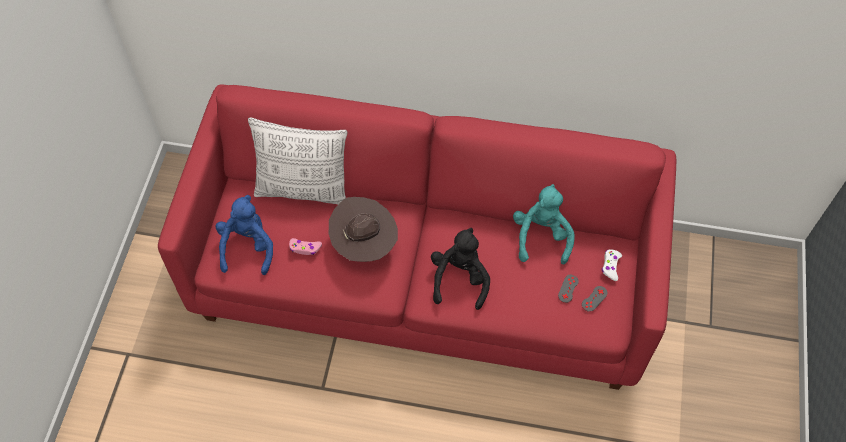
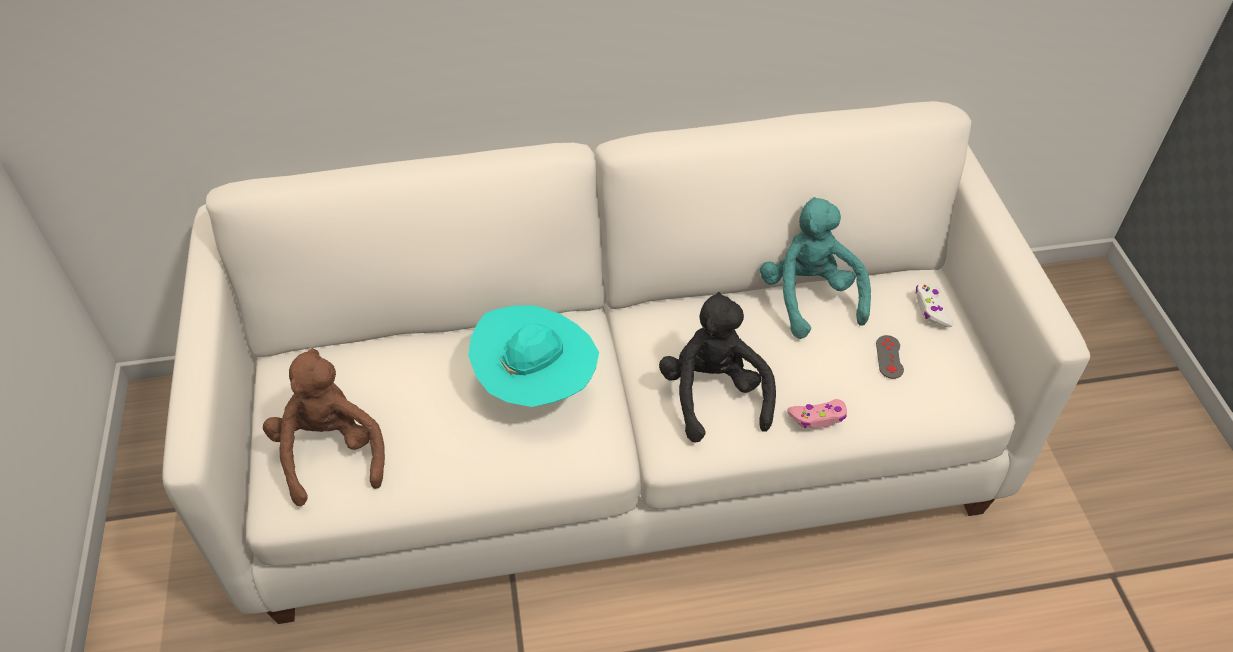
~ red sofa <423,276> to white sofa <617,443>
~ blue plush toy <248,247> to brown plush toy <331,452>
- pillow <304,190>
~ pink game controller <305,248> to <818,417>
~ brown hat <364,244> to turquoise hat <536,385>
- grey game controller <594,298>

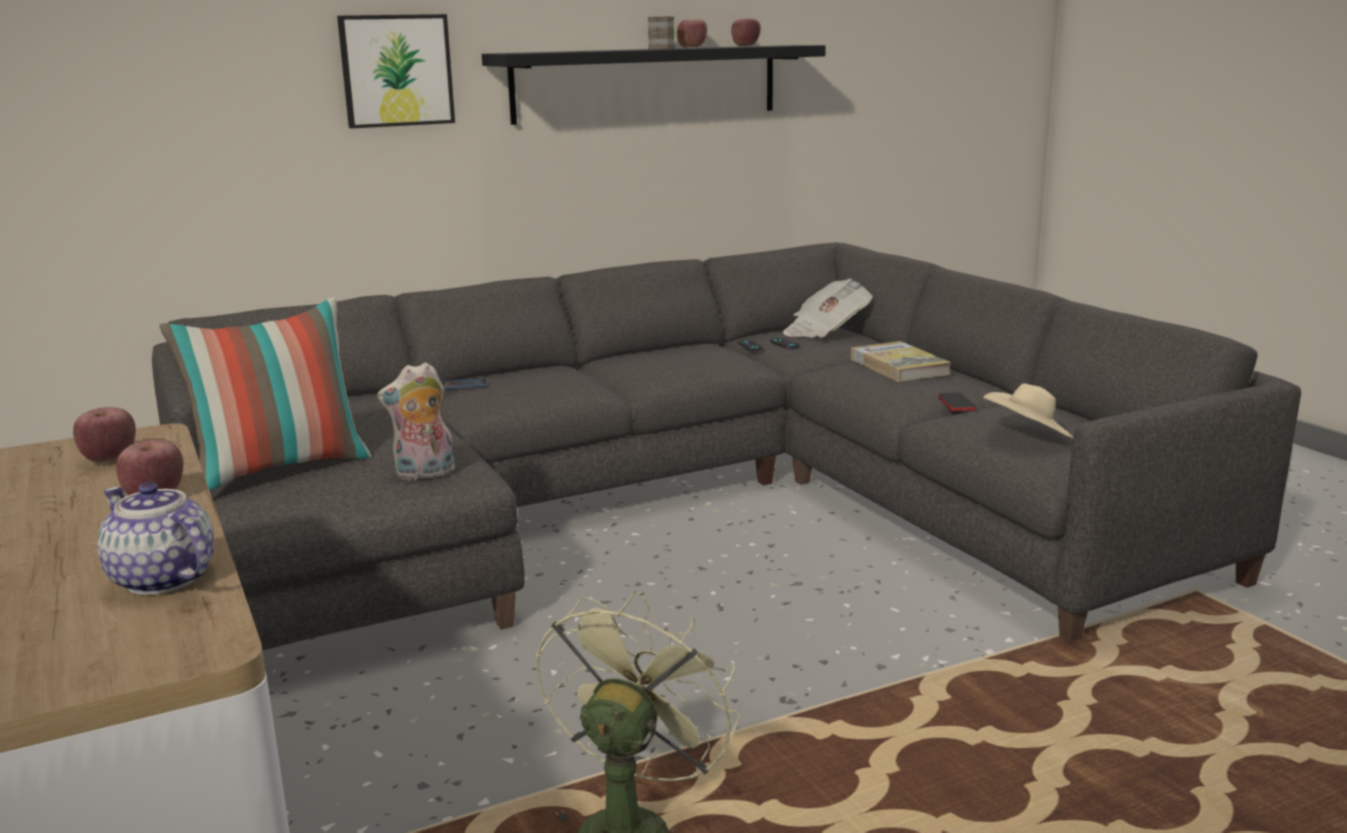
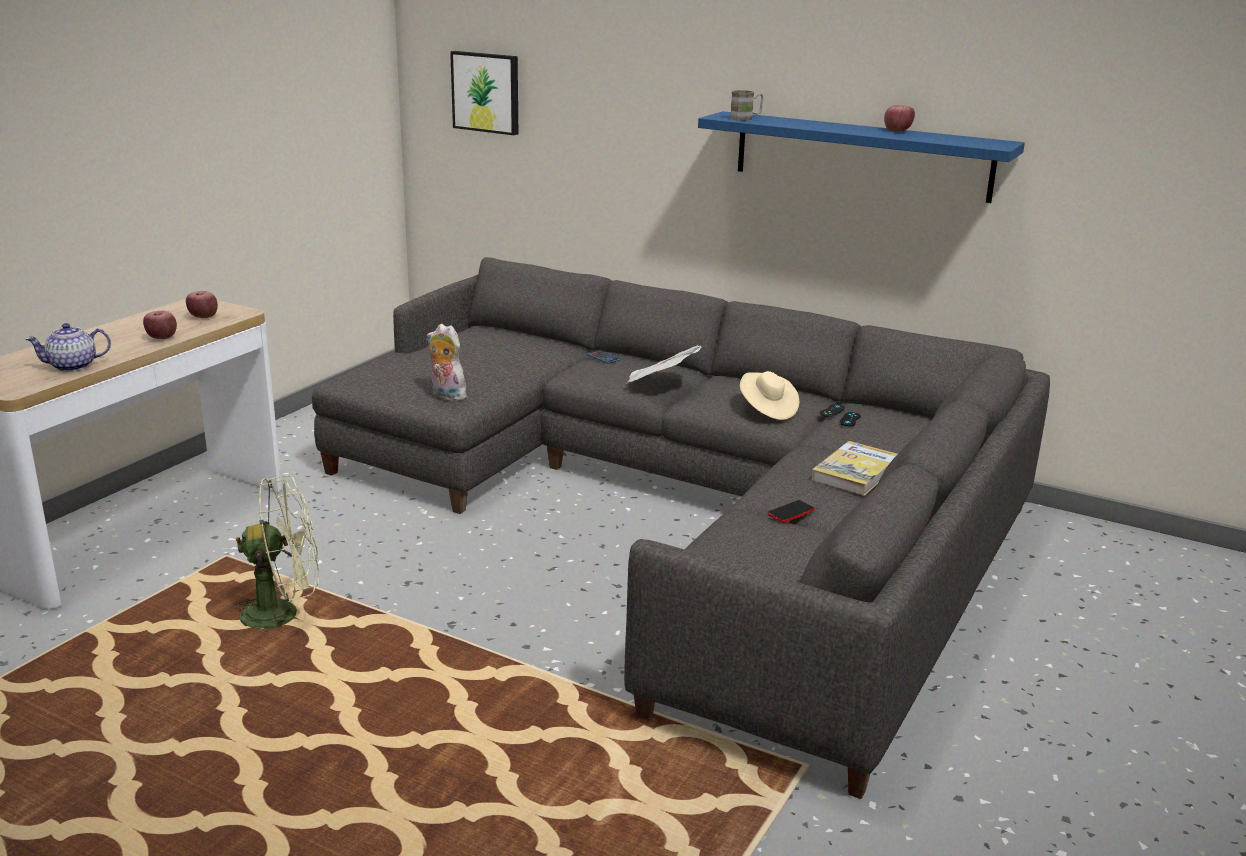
~ teapot <162,579> = <73,366> 120 degrees counterclockwise
- pillow <281,469>
~ picture <396,70> to <486,92>
~ black shelf <647,83> to blue shelf <861,156>
~ brown mug <663,48> to <746,118>
- apple <745,46>
~ newspaper <826,332> to <660,384>
~ beige hat <1029,437> to <767,409>

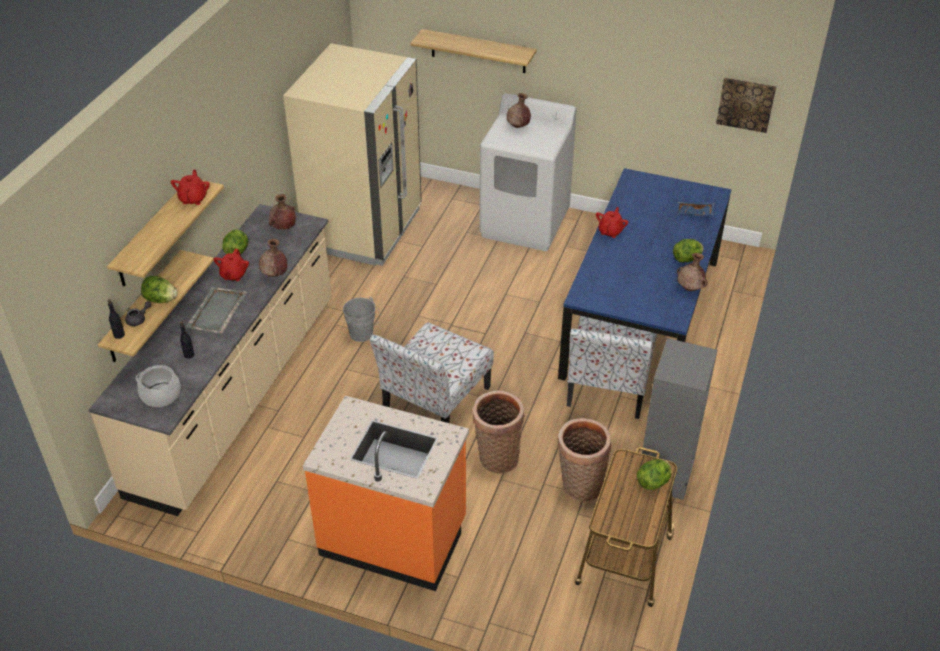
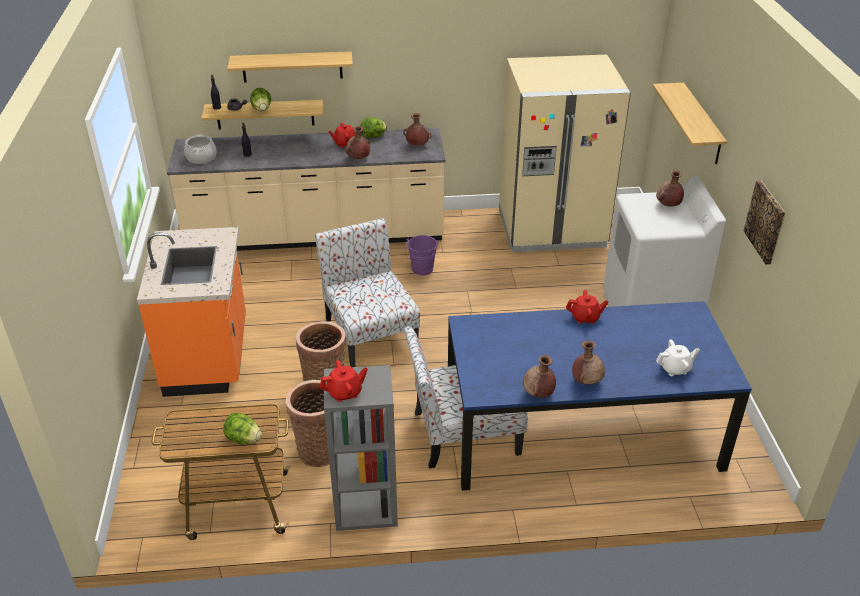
~ red teapot <193,199> to <345,392>
- grey tray <217,312>
~ grey bucket <363,335> to purple bucket <421,270>
~ chair <434,401> = <369,332> 60 degrees clockwise
~ lettuce <687,259> to brown vase <587,381>
~ blue tray <694,213> to white teapot <675,369>
~ picture <745,104> to <766,222>

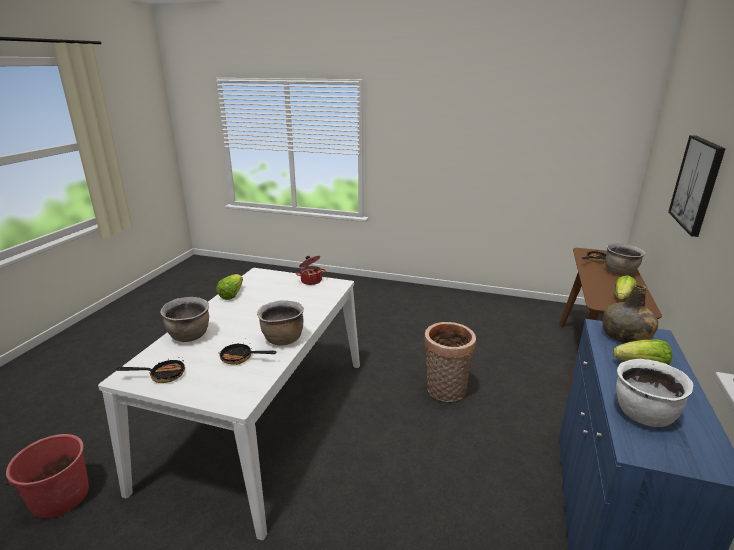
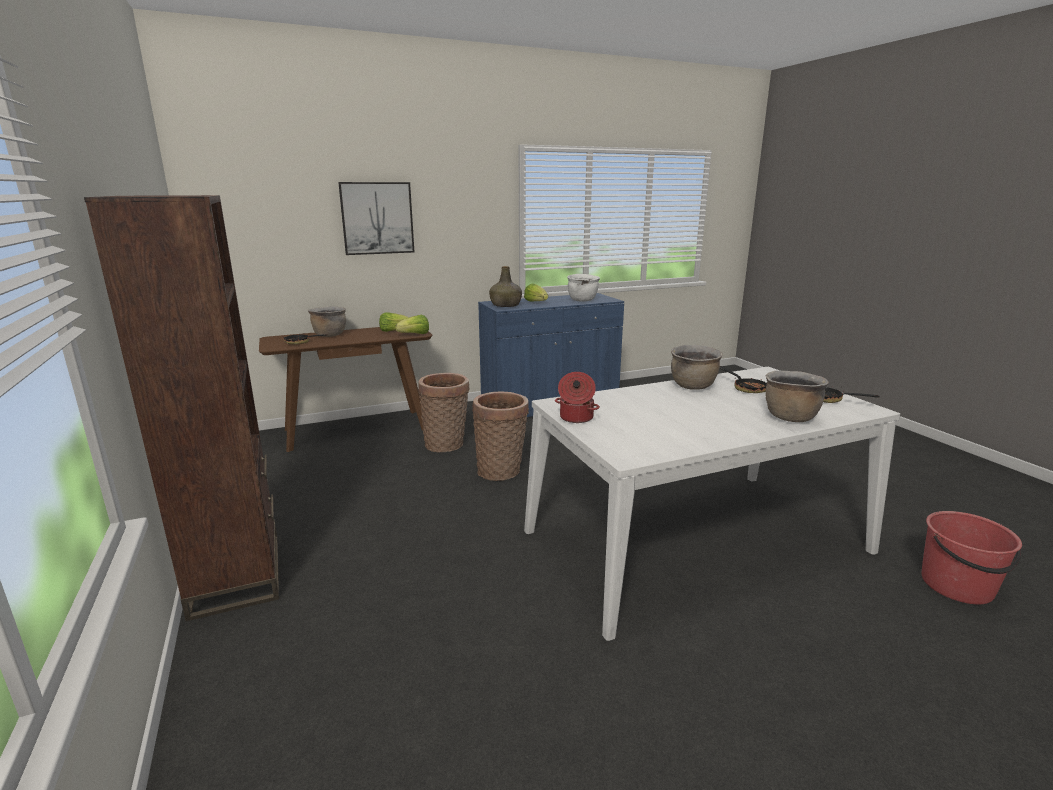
~ lettuce <231,294> to <415,334>
+ brown bookcase <237,574>
+ basket <447,444>

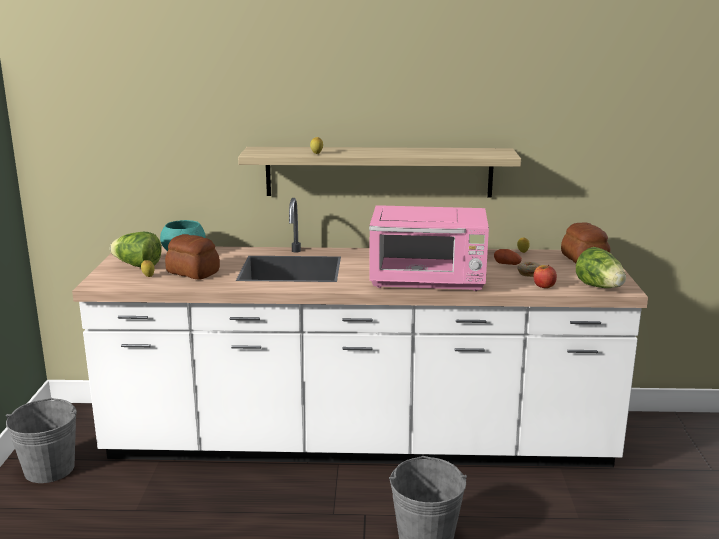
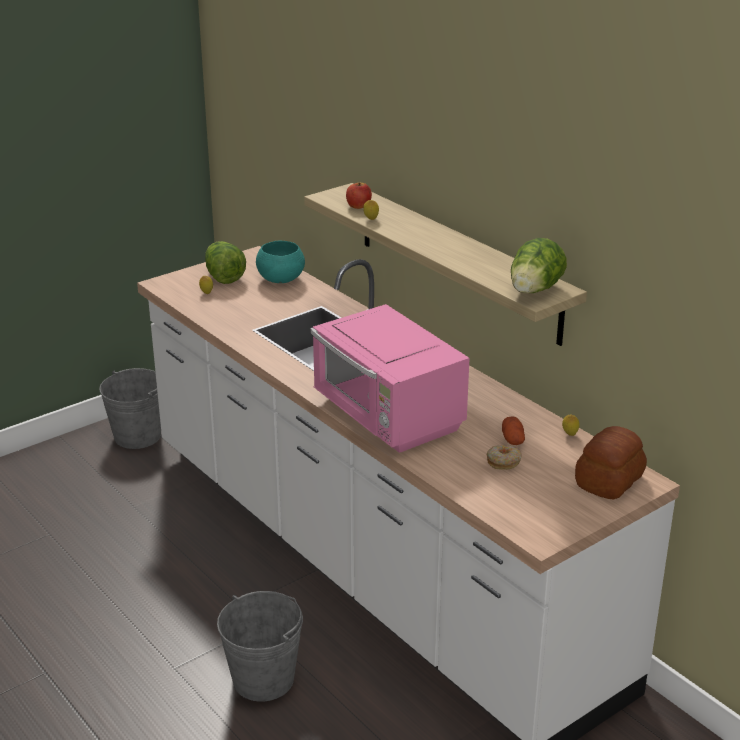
- bread <193,273>
~ apple <544,286> to <358,206>
~ lettuce <599,287> to <534,291>

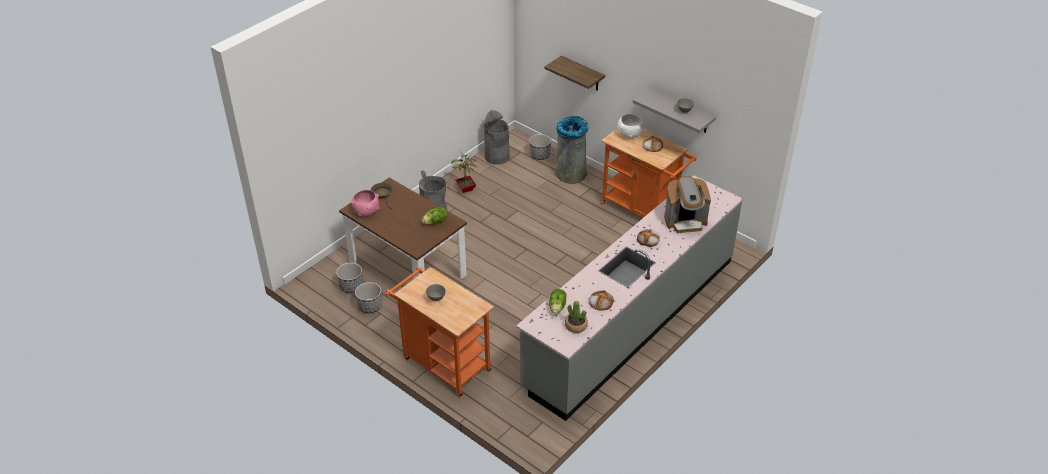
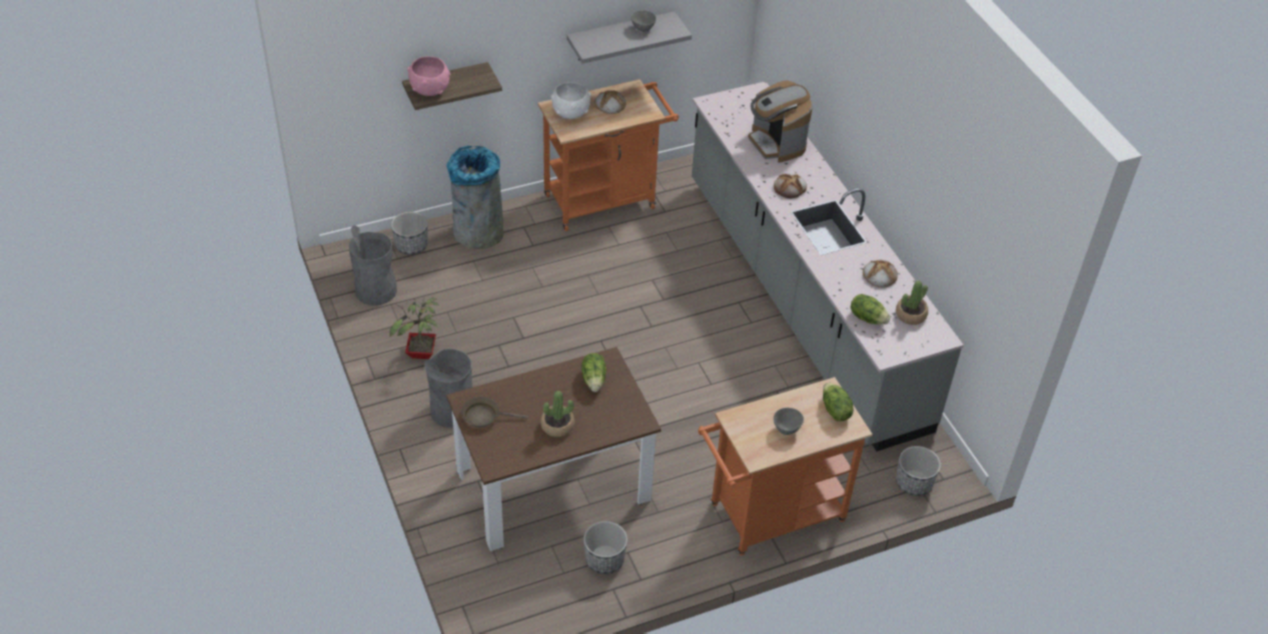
~ planter <351,286> to <914,483>
~ pink bowl <366,211> to <430,90>
~ coffee machine <685,221> = <776,143> 135 degrees clockwise
+ potted plant <557,426>
+ lettuce <834,410>

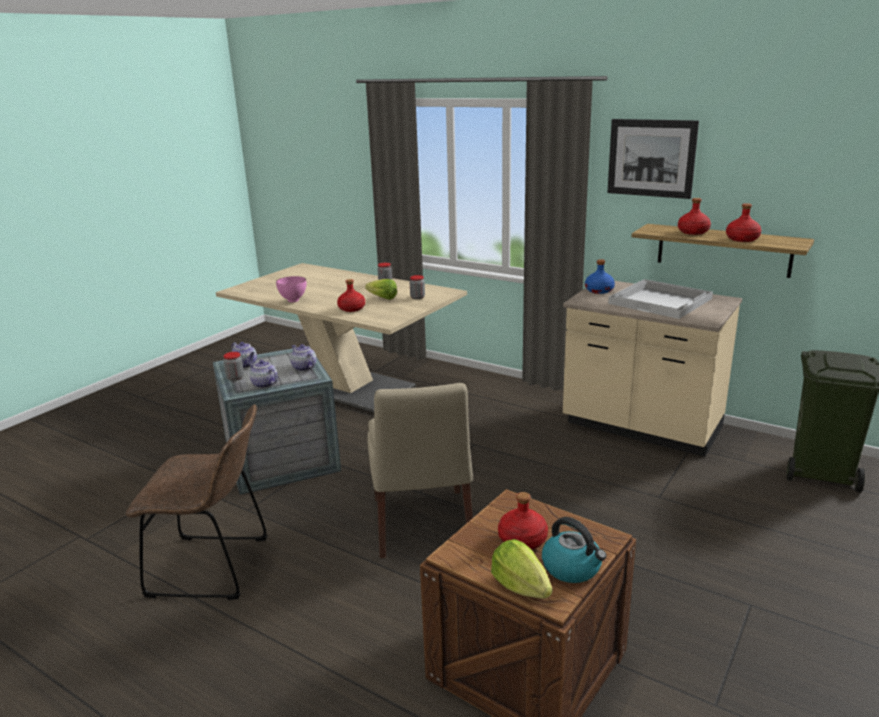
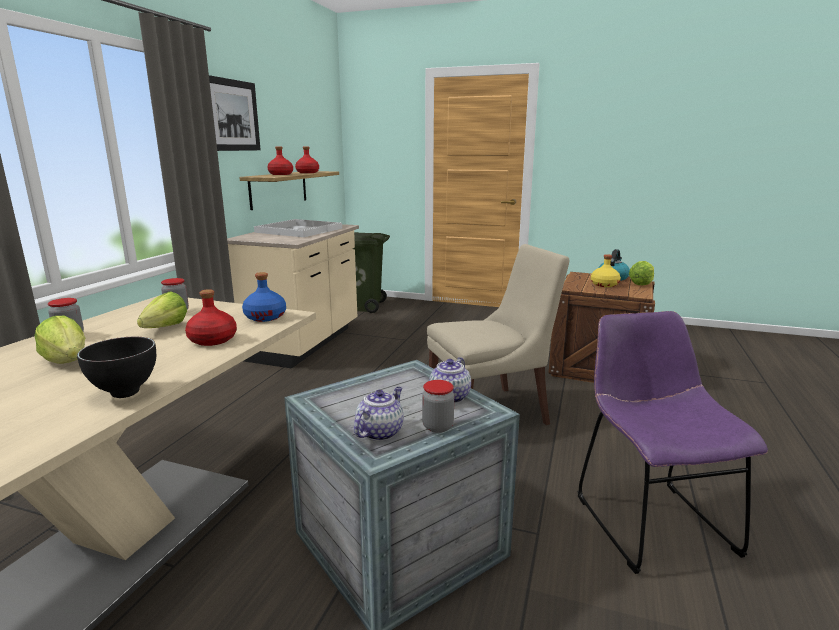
~ brown chair <216,567> to purple chair <649,519>
~ pink bowl <293,300> to black bowl <123,393>
- teapot <303,367>
~ red bottle <523,539> to yellow bottle <604,284>
~ blue bottle <599,290> to <265,317>
+ lettuce <67,361>

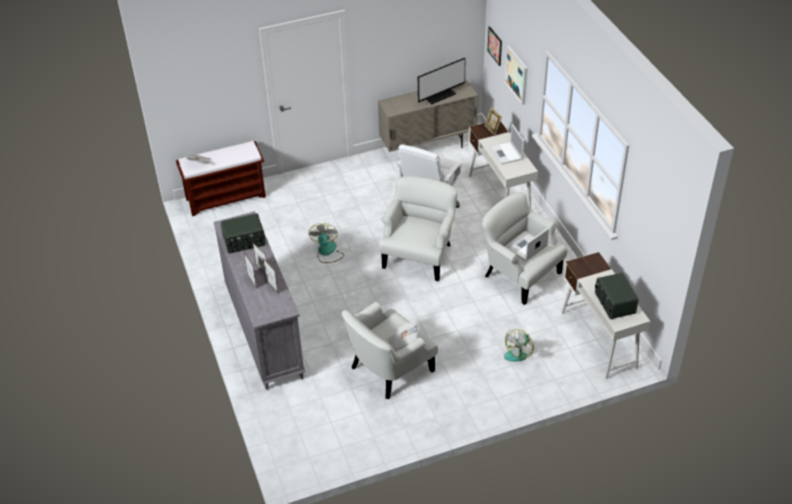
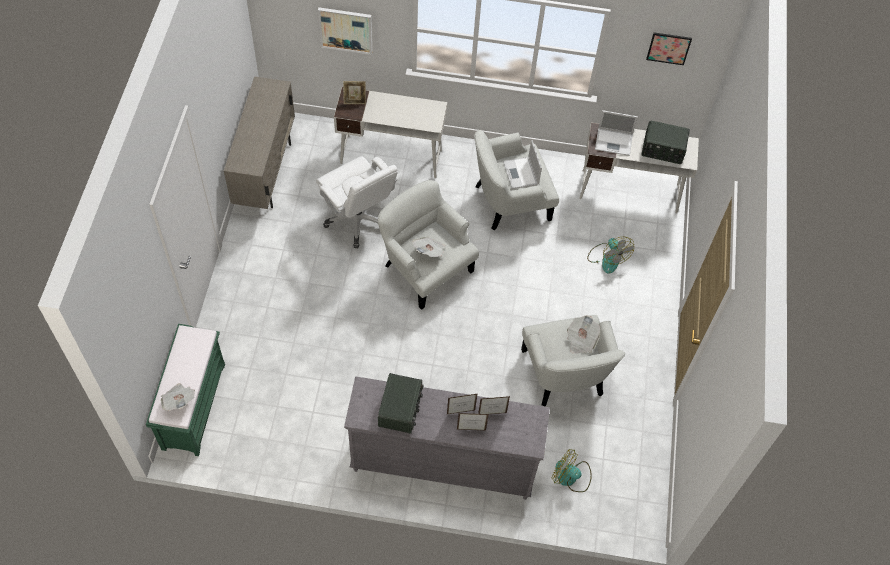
~ brown bench <226,197> to green bench <193,405>
~ fan <327,252> to <571,477>
- monitor <439,95>
~ picture <495,46> to <668,48>
~ laptop <506,153> to <614,142>
+ newspaper <429,251>

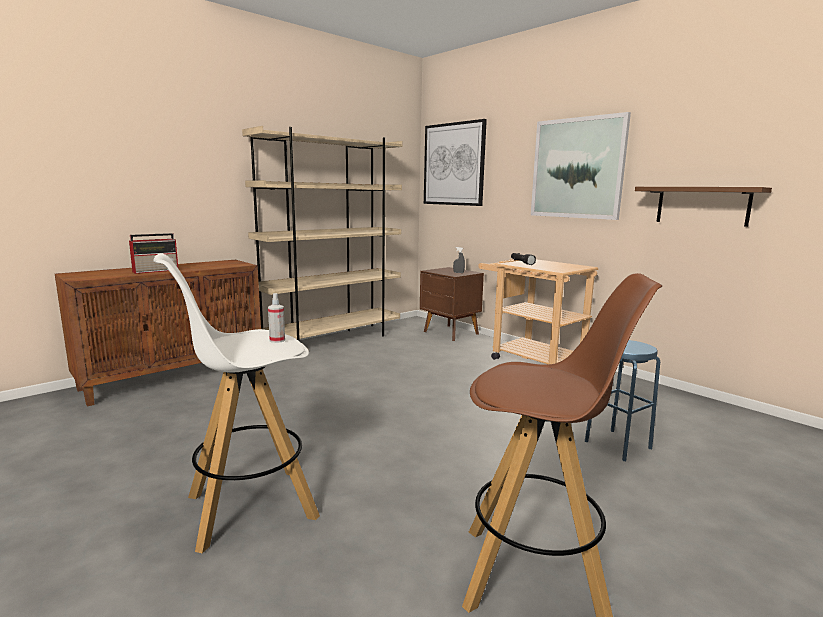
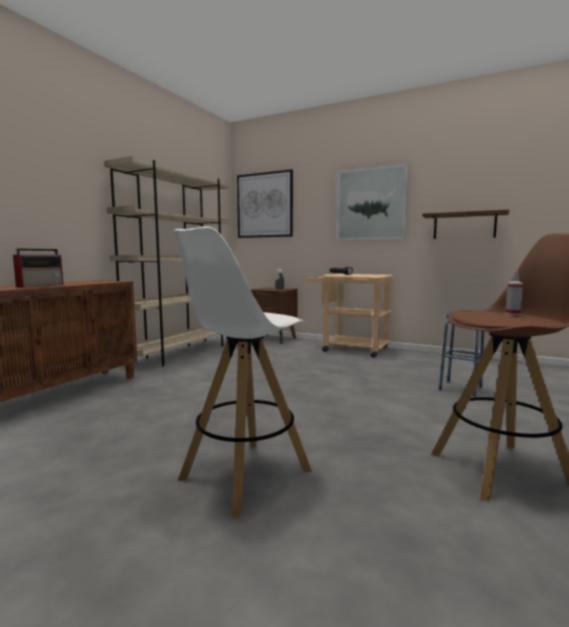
~ spray bottle <277,340> to <512,313>

